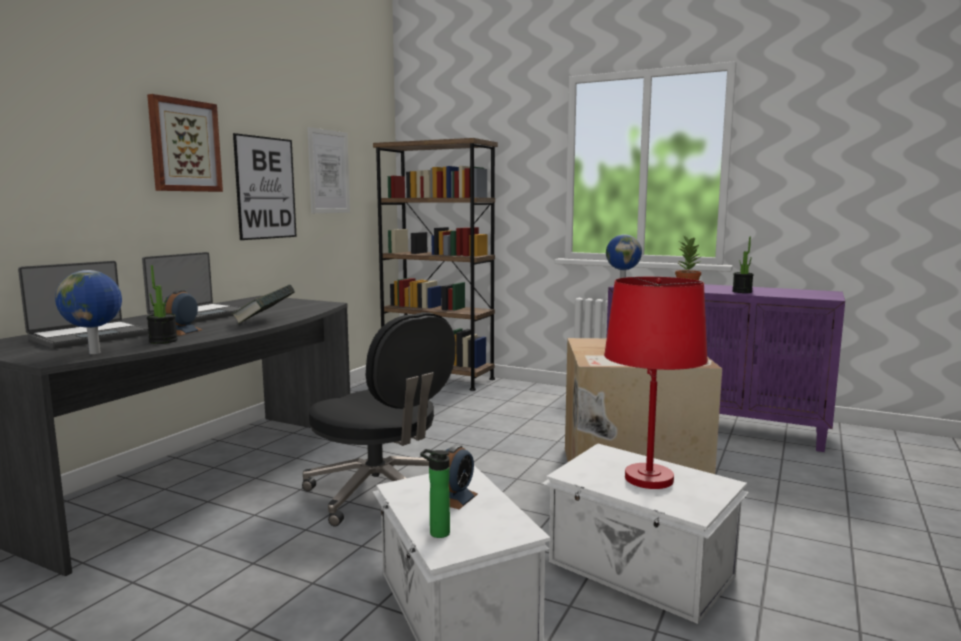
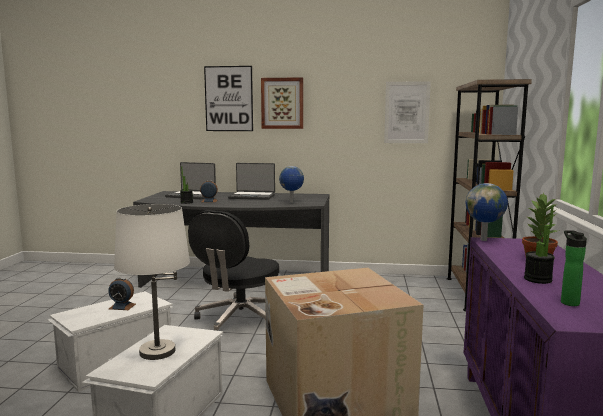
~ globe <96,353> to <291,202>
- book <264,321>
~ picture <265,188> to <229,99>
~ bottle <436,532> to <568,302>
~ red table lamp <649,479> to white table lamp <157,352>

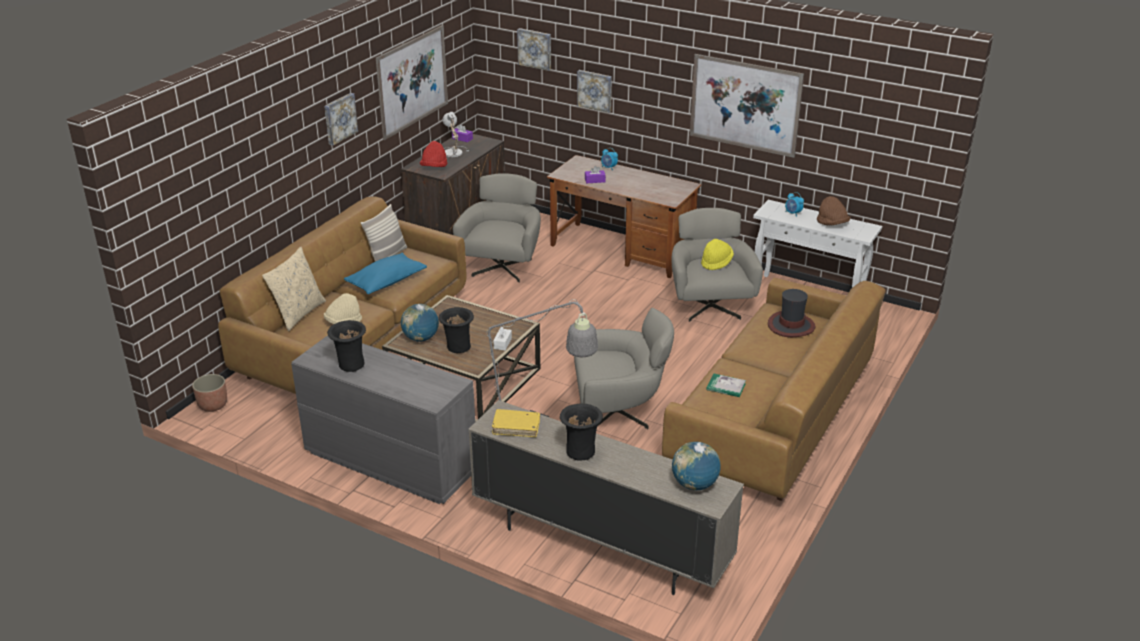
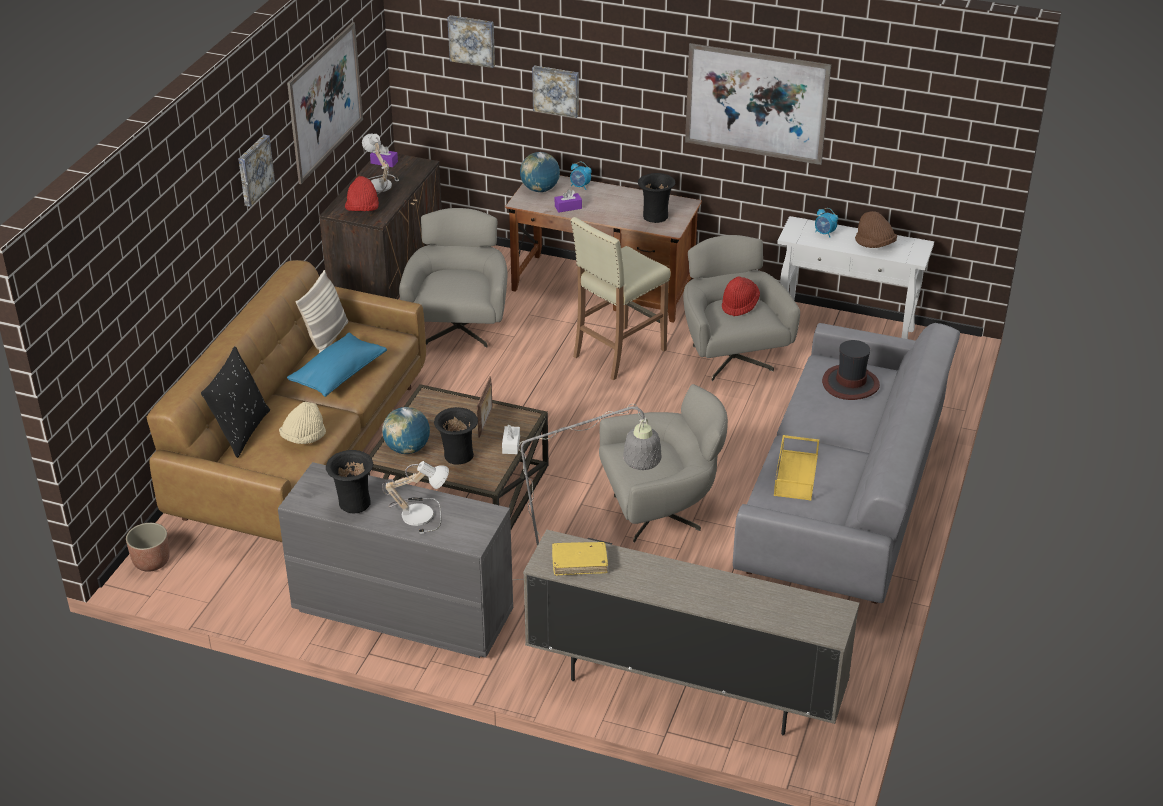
~ beige pillow <298,313> to black pillow <240,431>
~ black vase <580,451> to <655,216>
~ brown sofa <774,419> to grey sofa <844,500>
~ globe <694,484> to <540,189>
~ yellow hat <716,263> to red hat <739,305>
~ book <726,387> to yellow tray <795,474>
+ table lamp <419,513>
+ picture frame <486,422>
+ beige stool <618,353>

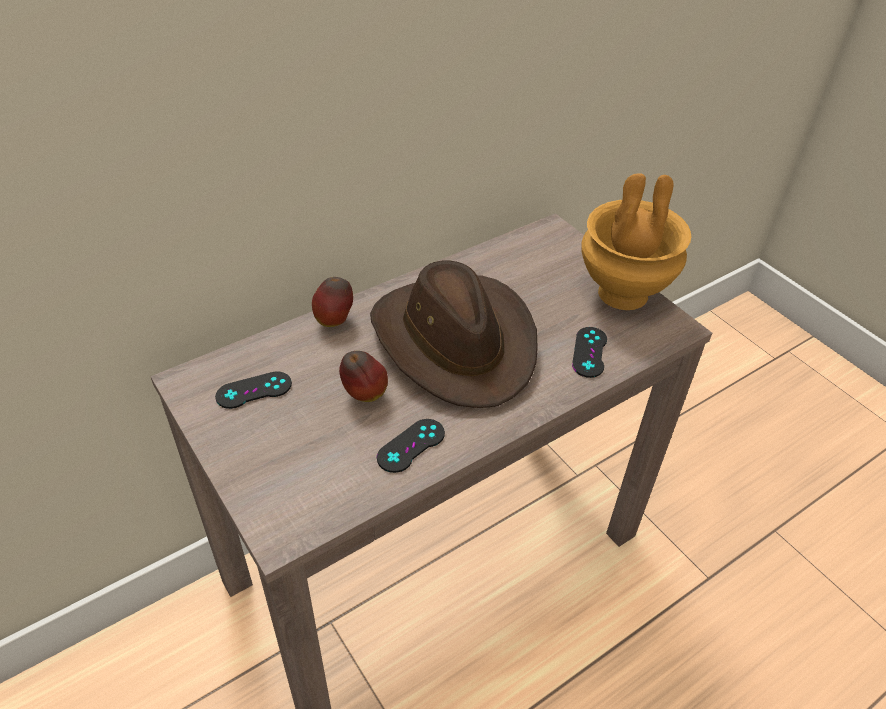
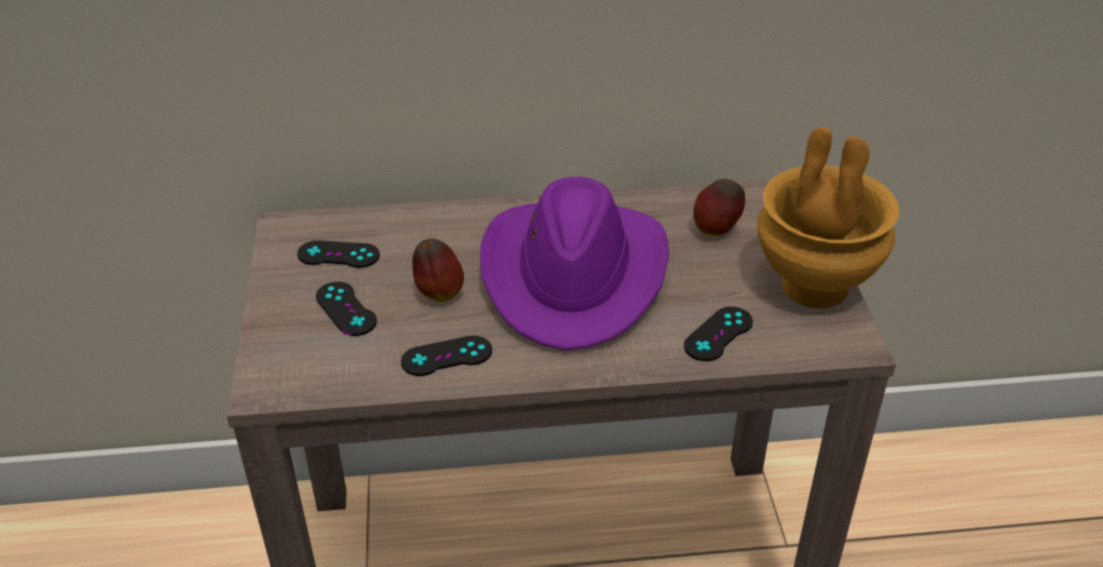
~ apple <334,320> to <716,231>
~ brown hat <456,341> to purple hat <574,274>
+ black game controller <346,309>

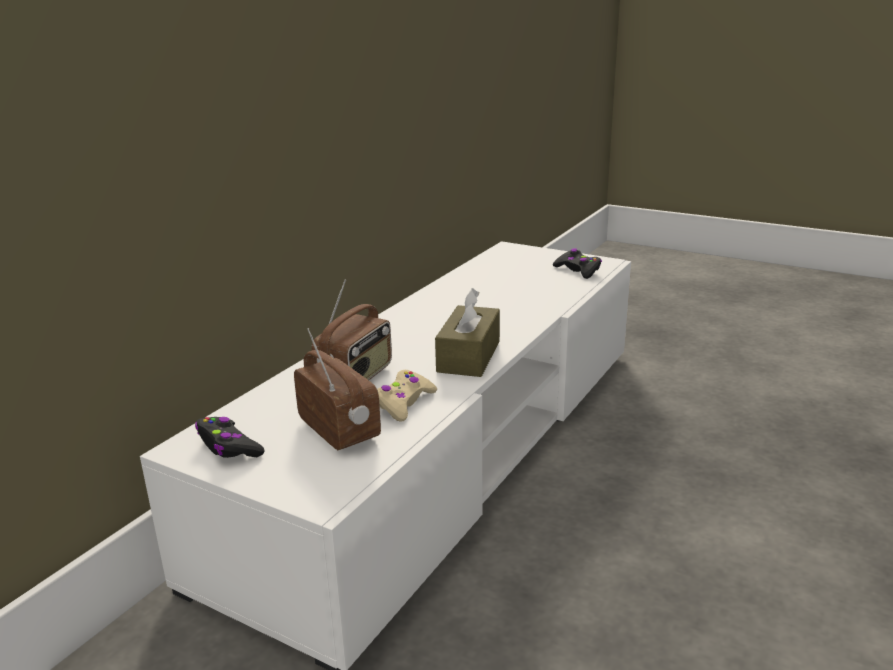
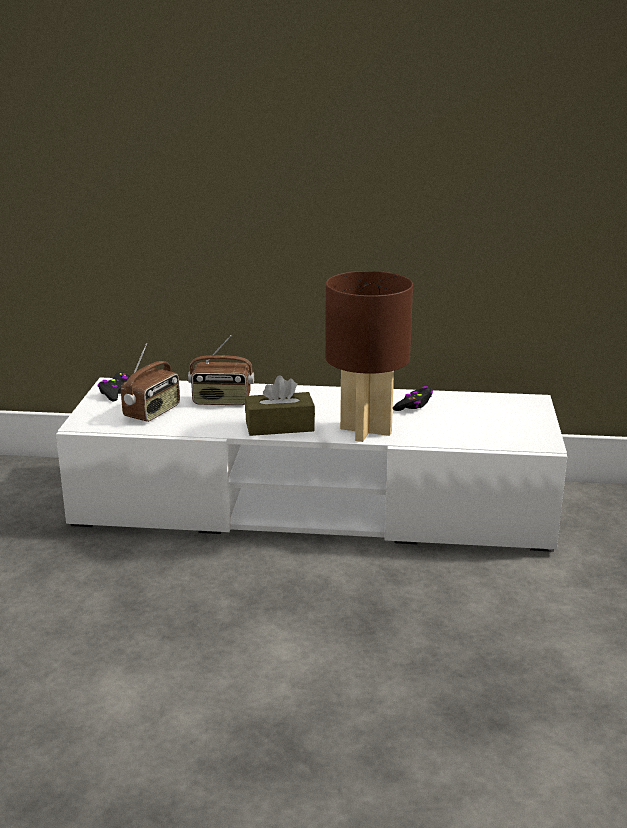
- beige game controller <404,403>
~ black game controller <578,270> to <413,405>
+ brown table lamp <365,430>

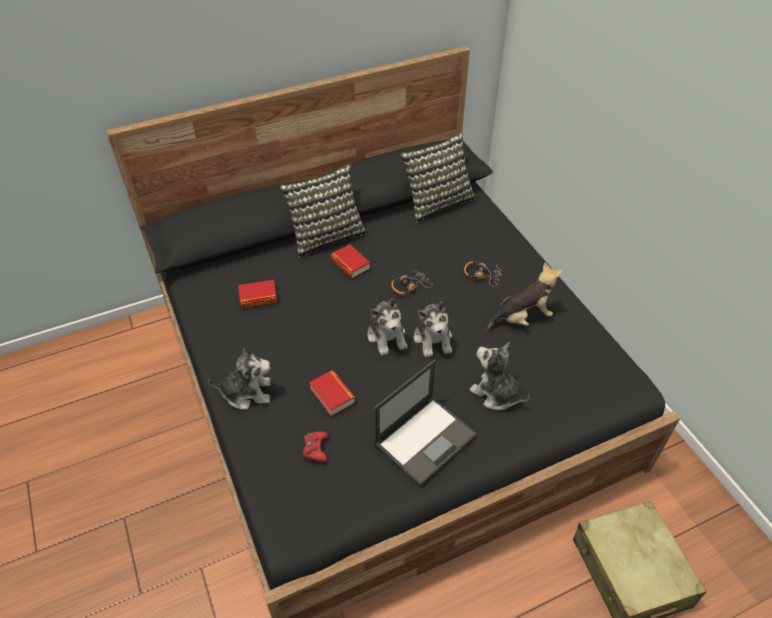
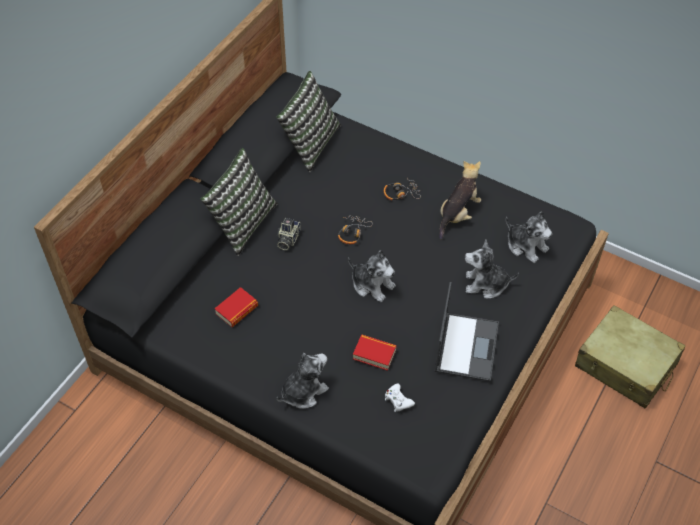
~ red game controller <315,449> to white game controller <398,400>
~ book <350,264> to photo camera <287,239>
~ plush toy <433,339> to <526,246>

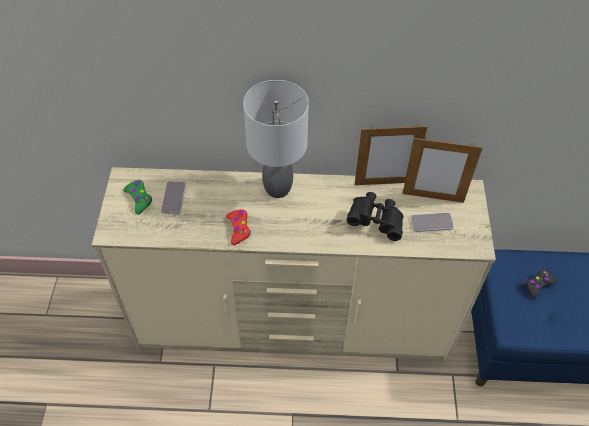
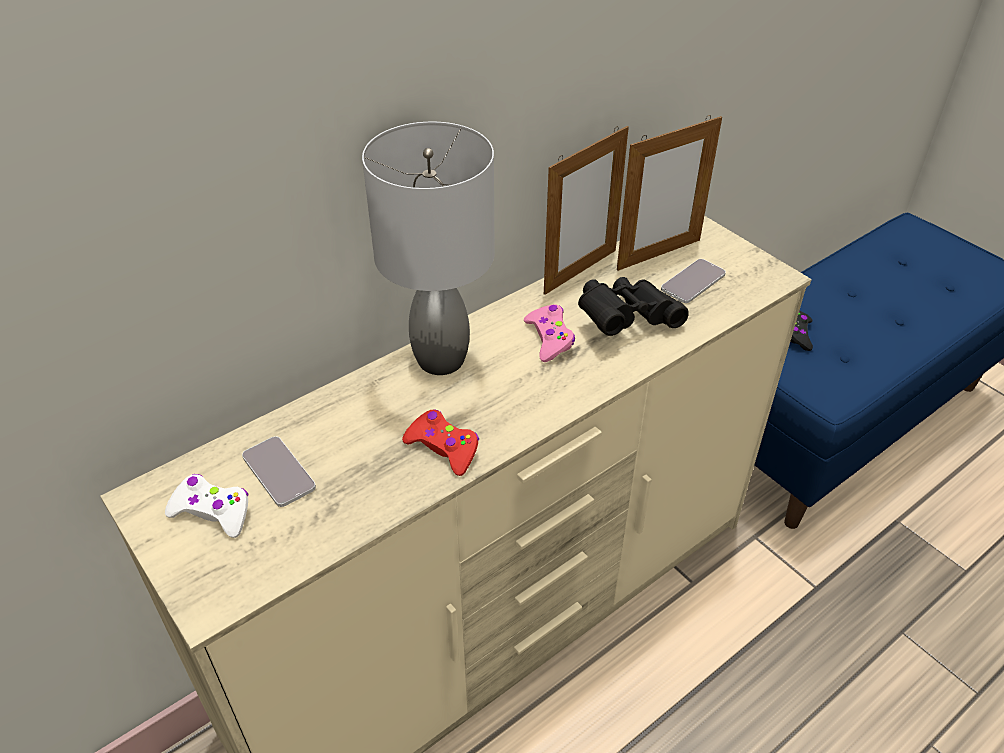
~ green game controller <139,199> to white game controller <212,512>
+ pink game controller <549,338>

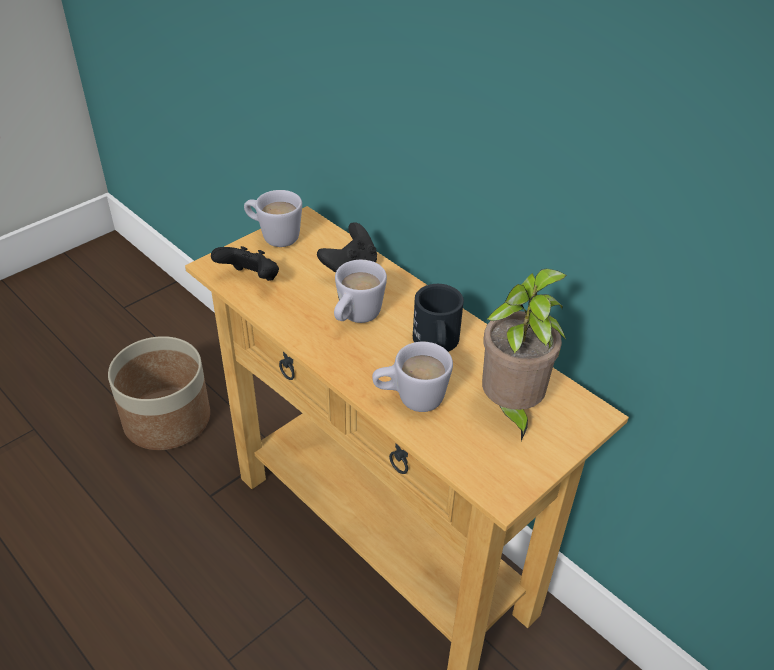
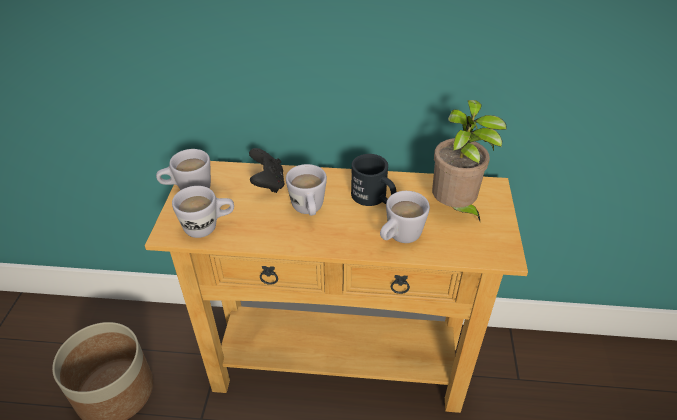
~ black game controller <251,279> to white mug <208,227>

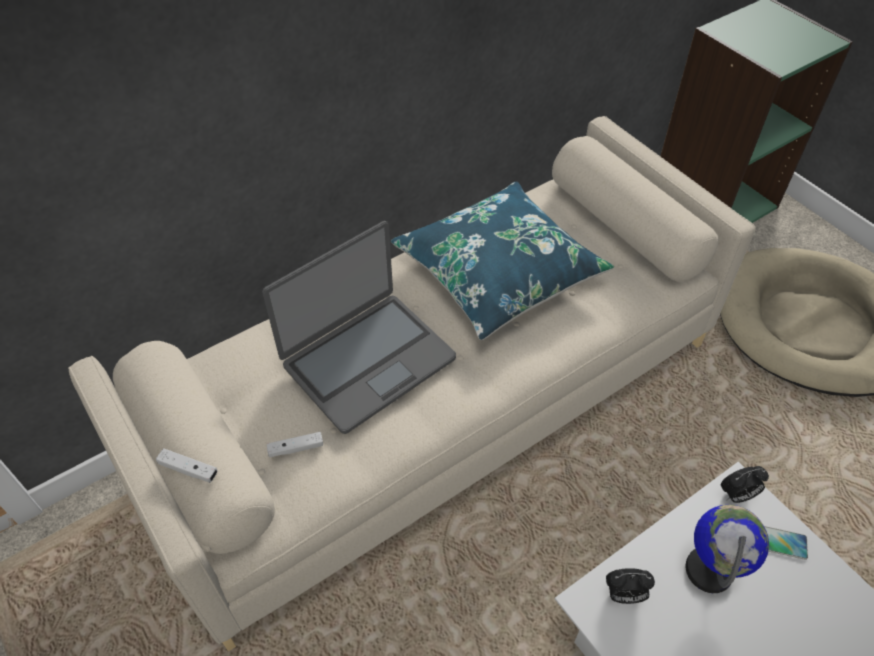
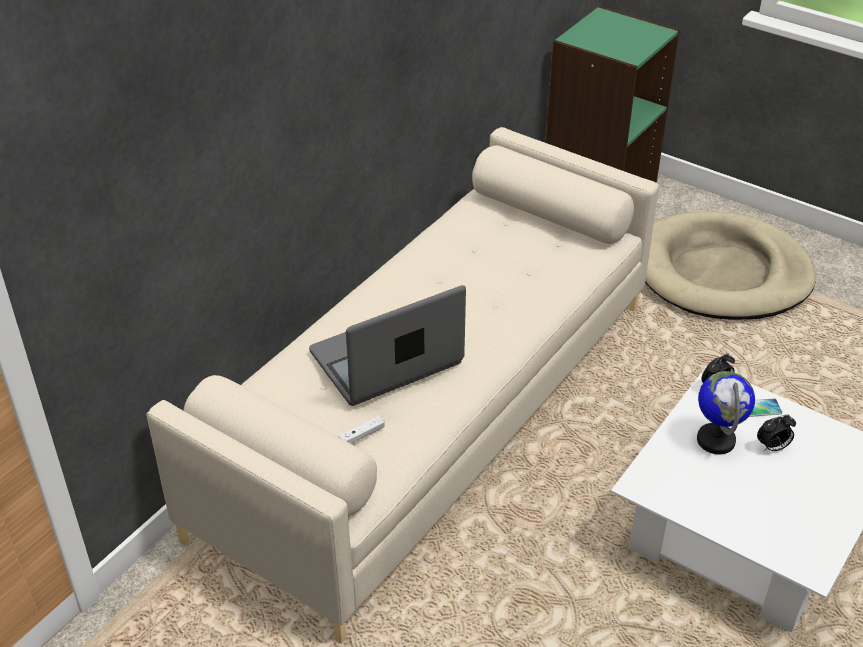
- white game controller <188,469>
~ laptop <367,361> = <387,360> 150 degrees counterclockwise
- blue pillow <498,271>
~ alarm clock <624,595> to <772,447>

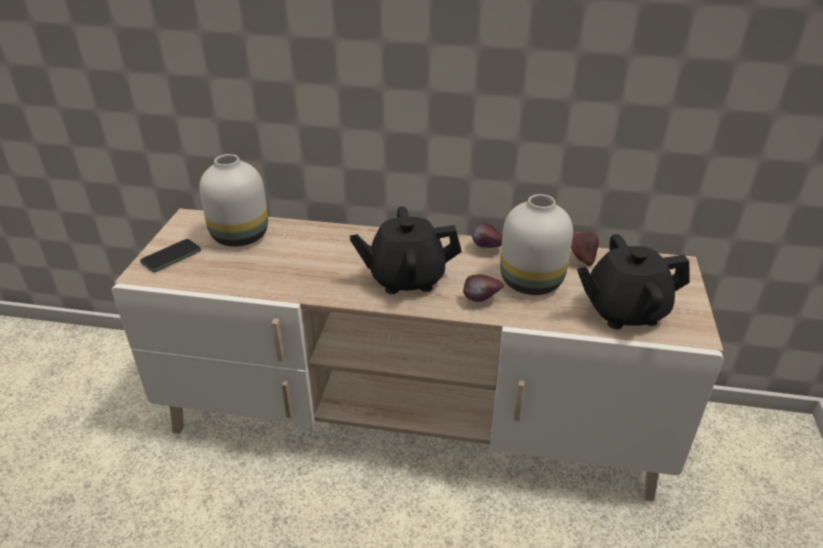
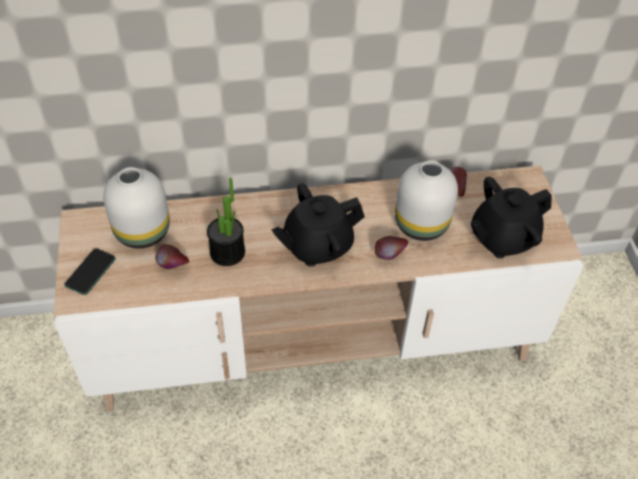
~ apple <487,249> to <173,266>
+ potted plant <227,252>

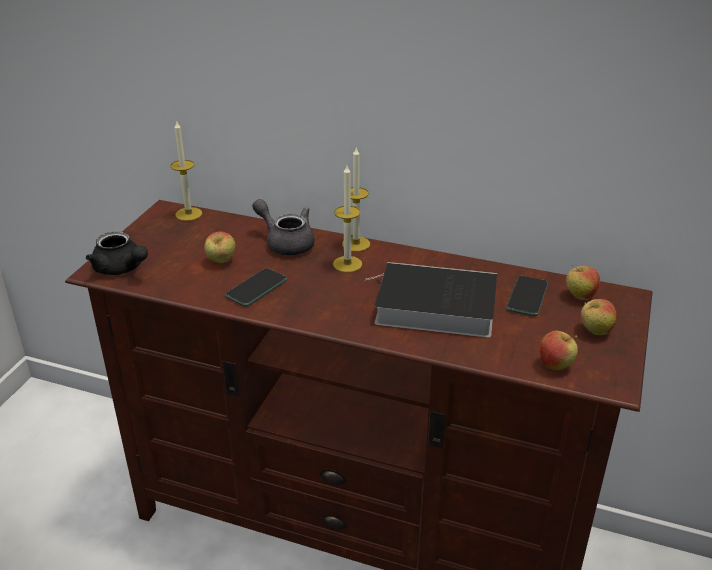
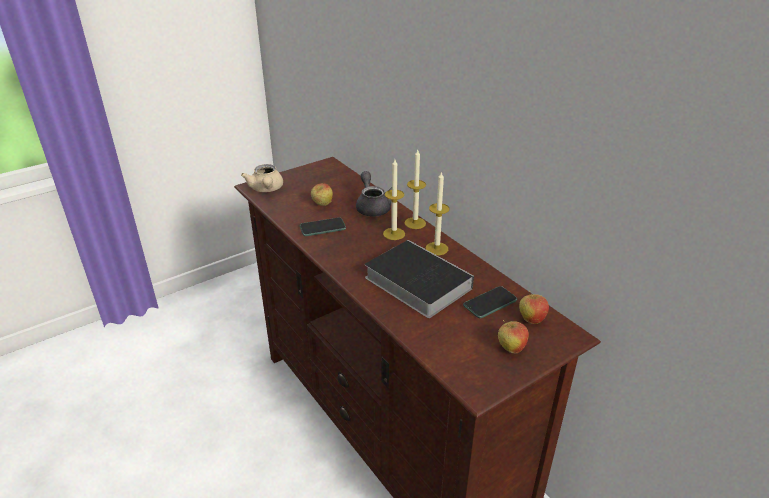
~ black teapot <121,269> to beige teapot <266,189>
~ candle <188,214> to <436,248>
- apple <555,365>

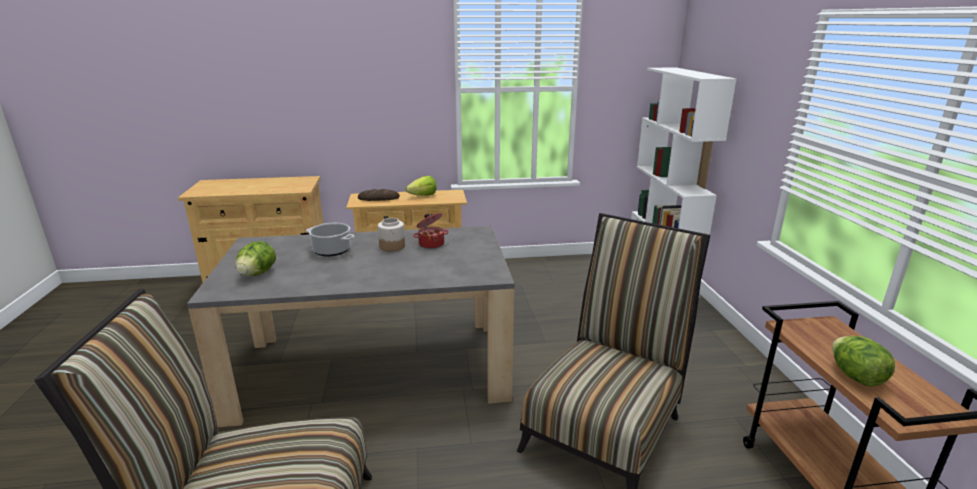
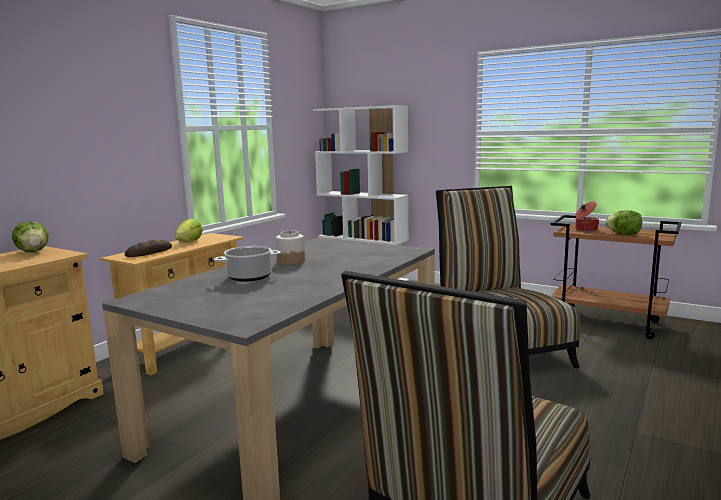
~ lettuce <257,274> to <33,252>
~ cooking pot <431,244> to <585,230>

